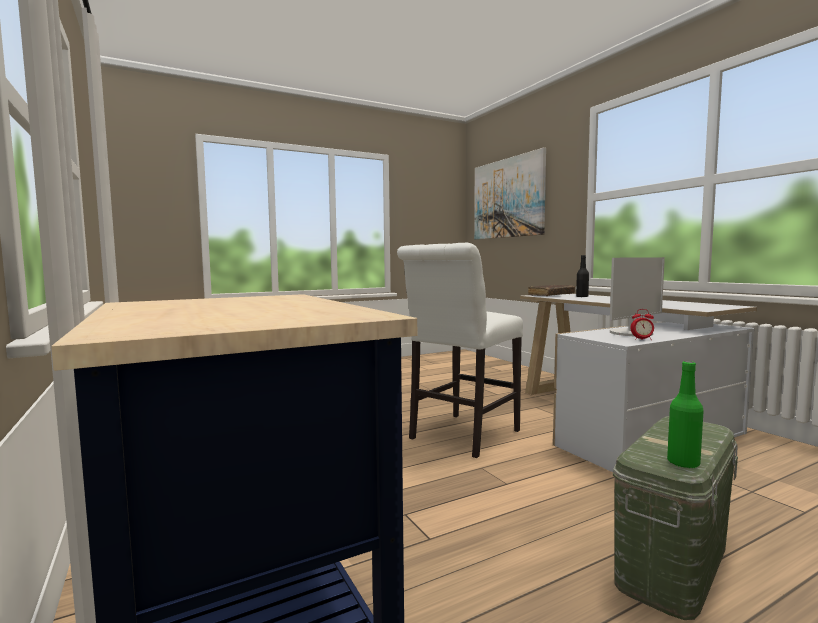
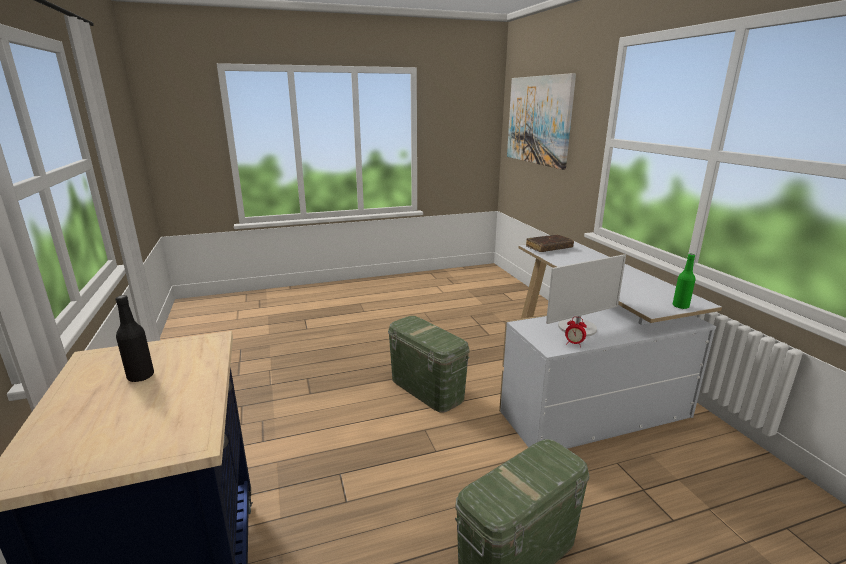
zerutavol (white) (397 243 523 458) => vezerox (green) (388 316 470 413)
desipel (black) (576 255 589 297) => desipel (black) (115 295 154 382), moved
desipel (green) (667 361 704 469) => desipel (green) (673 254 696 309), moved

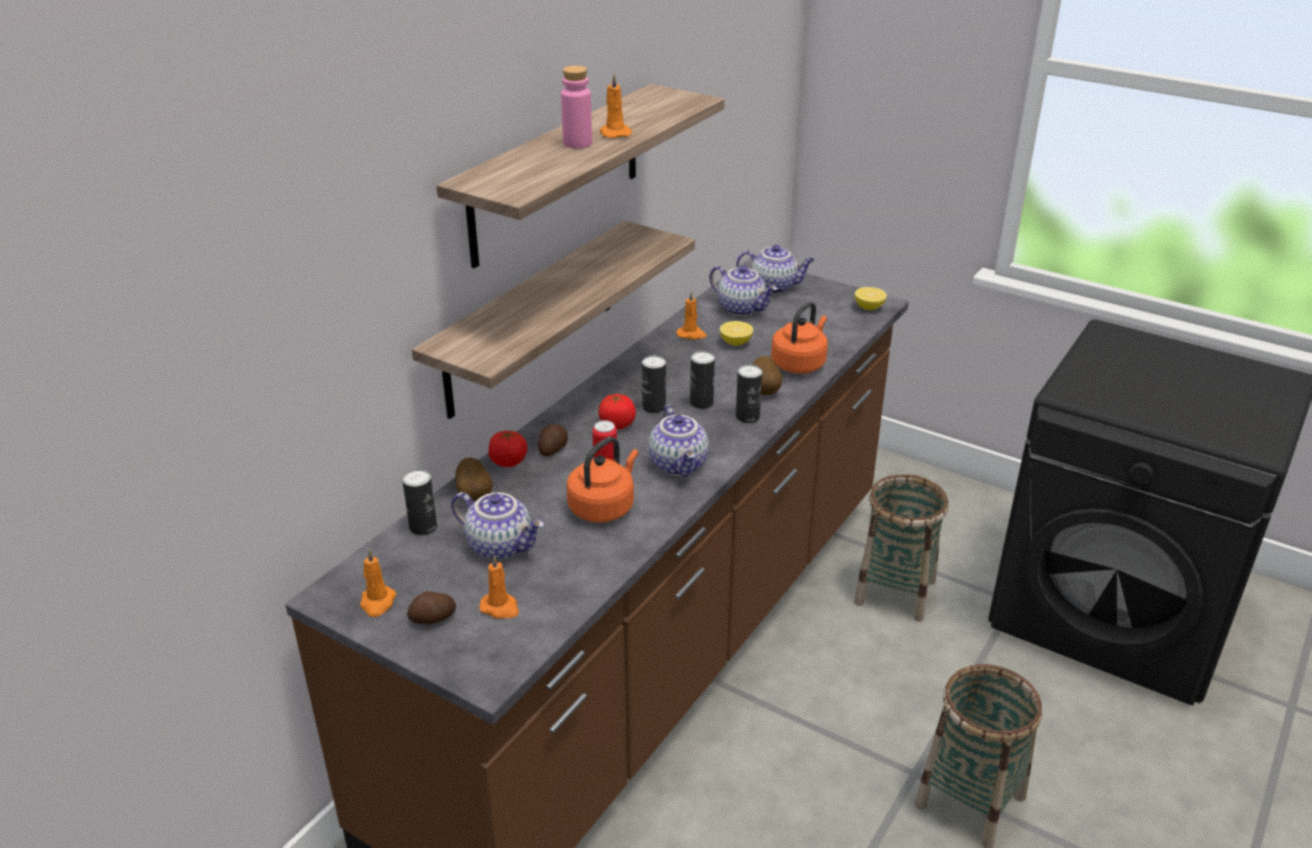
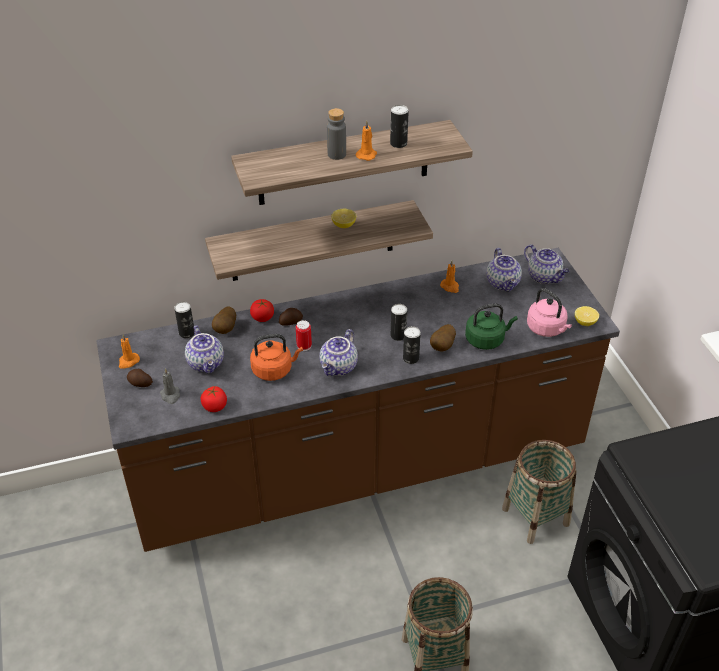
desipel (pink) (561 66 592 149) => desipel (grey) (327 108 346 160)
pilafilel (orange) (771 301 828 374) => pilafilel (green) (465 304 518 350)
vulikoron (720 321 753 346) => vulikoron (331 209 356 228), moved
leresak (642 355 666 413) => leresak (390 105 409 148), moved
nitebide (598 394 636 430) => nitebide (201 386 227 412), moved
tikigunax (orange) (479 555 519 619) => tikigunax (grey) (160 368 180 404)
nothing => pilafilel (pink) (527 288 572 337)

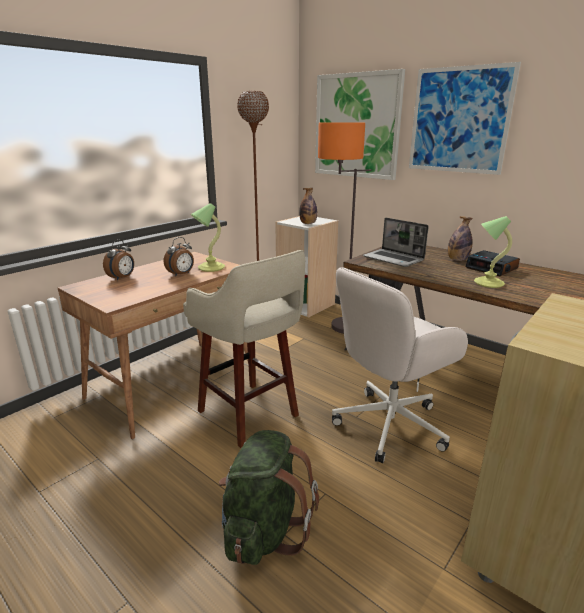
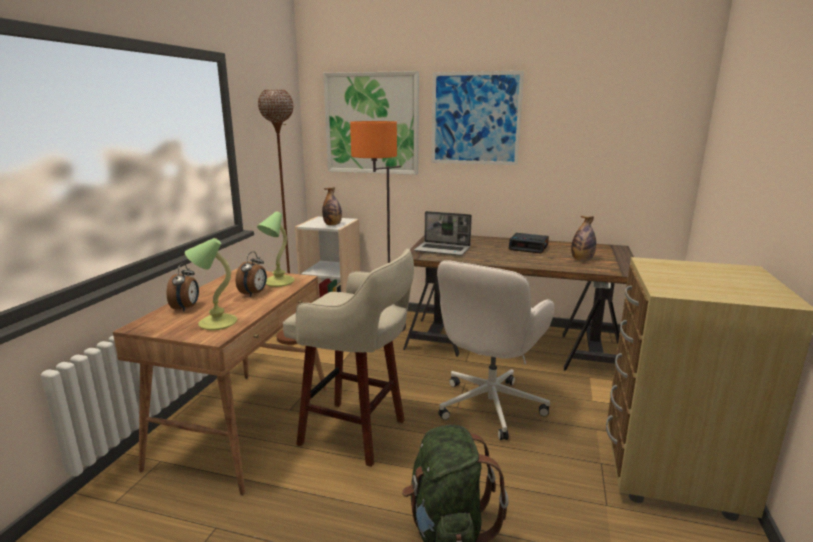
desipel (448 216 473 261) => desipel (571 216 596 261), moved
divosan (474 216 512 288) => divosan (185 238 237 330), moved

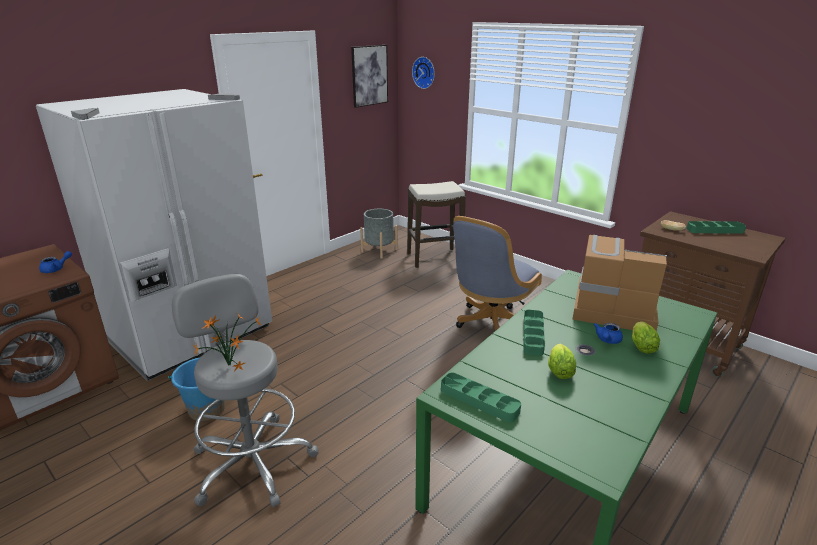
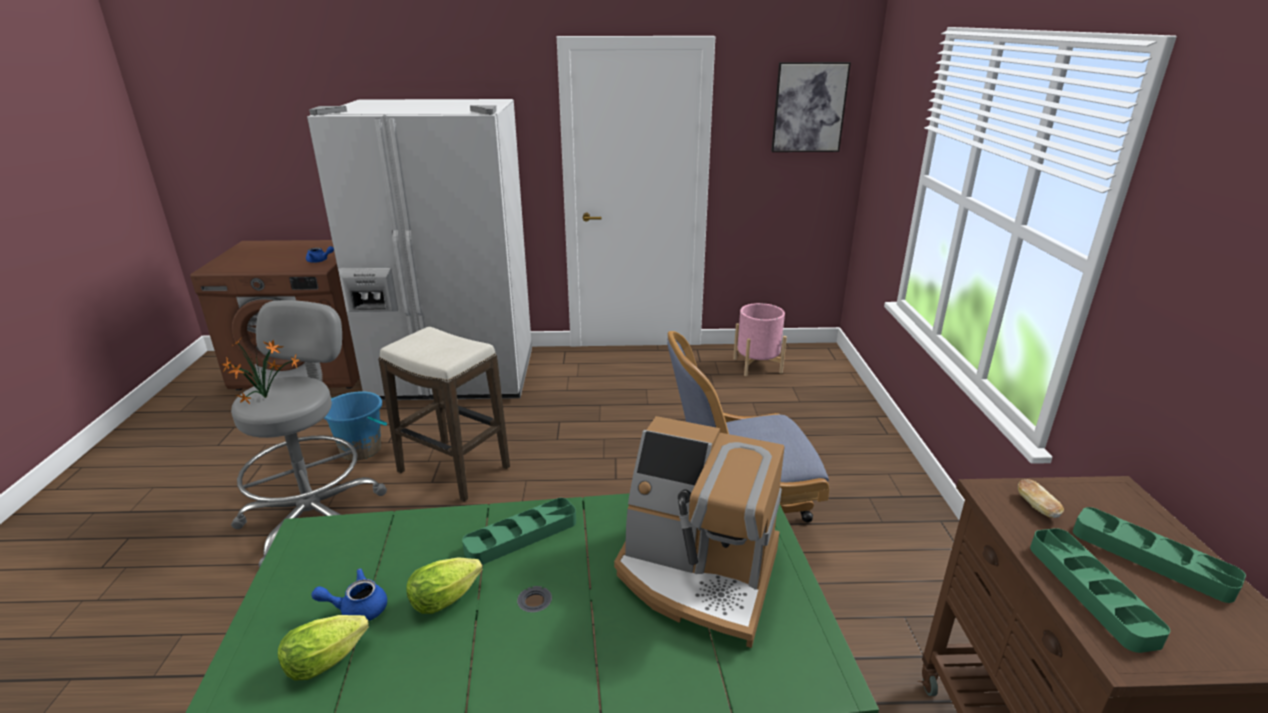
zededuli (412 57 435 89) => nothing
zerutavol (407 181 466 268) => zerutavol (378 327 510 502), moved
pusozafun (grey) (360 209 398 258) => pusozafun (pink) (733 303 787 376)
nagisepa (572 235 667 331) => nagisepa (614 416 784 648), 135 degrees clockwise
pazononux (632 321 660 354) => pazononux (278 615 369 681), moved
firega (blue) (594 323 623 344) => firega (blue) (311 568 387 621), moved
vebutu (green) (441 373 521 422) => vebutu (green) (1030 528 1170 653), moved

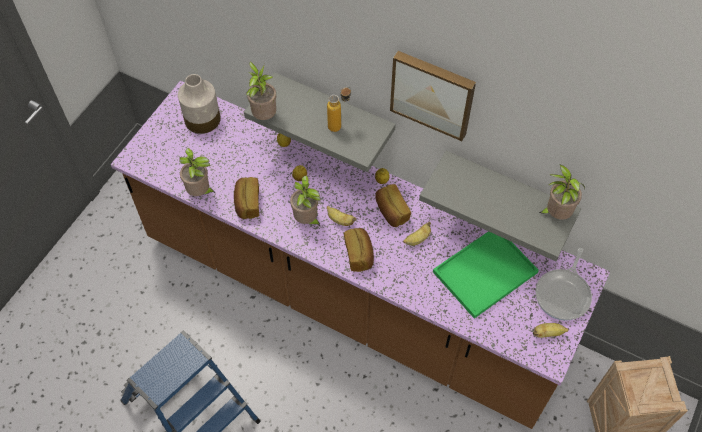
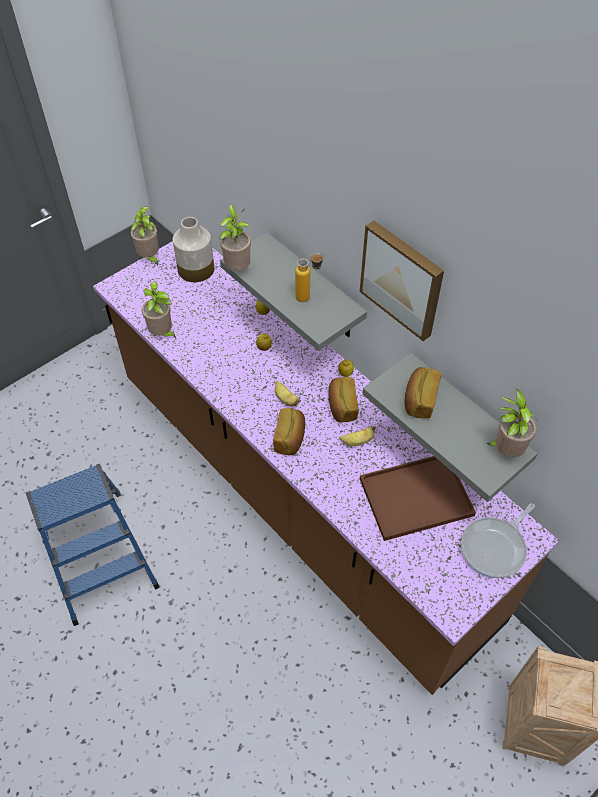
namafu (290 175 321 228) => namafu (131 207 159 266), moved
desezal (234 177 259 219) => desezal (404 367 442 419), moved
vebutu (green) (433 231 539 319) => vebutu (brown) (360 456 476 541)
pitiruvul (533 323 569 338) => nothing

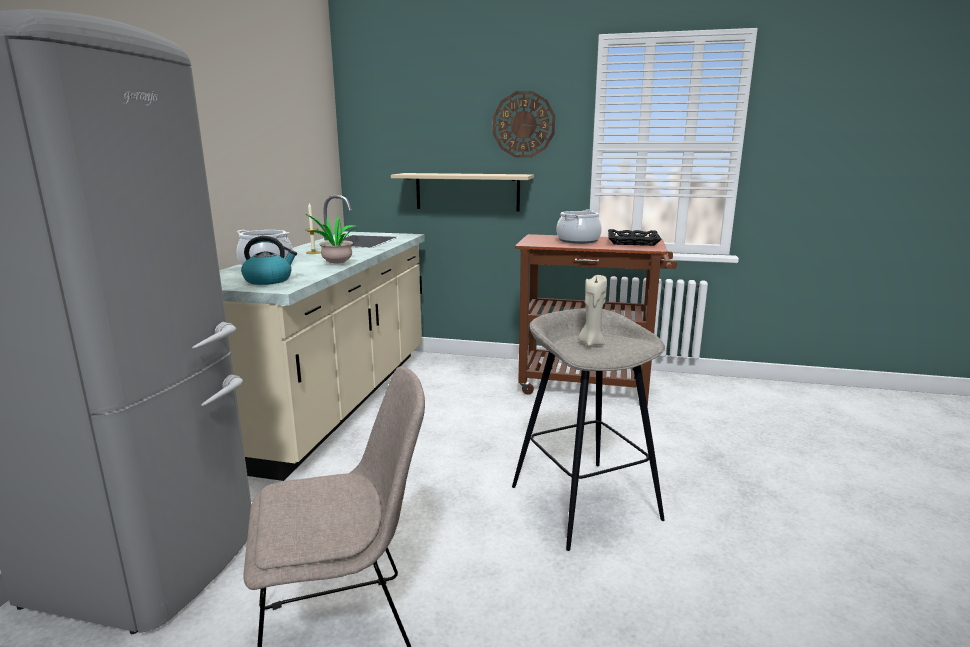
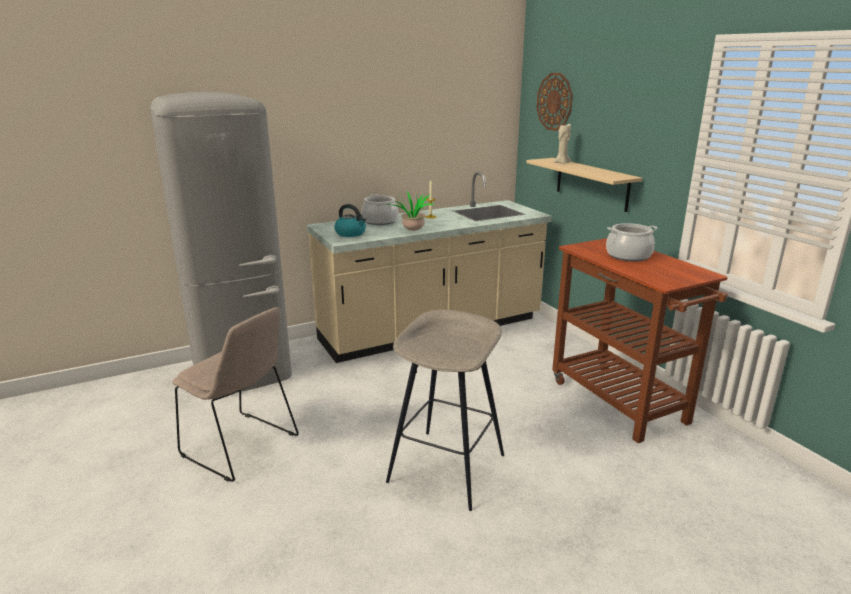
zededuli (493 91 555 158) => zededuli (536 73 573 131), moved
vebutu (black) (608 229 662 246) => nothing
tikigunax (beige) (578 275 607 346) => tikigunax (beige) (554 124 571 164), moved

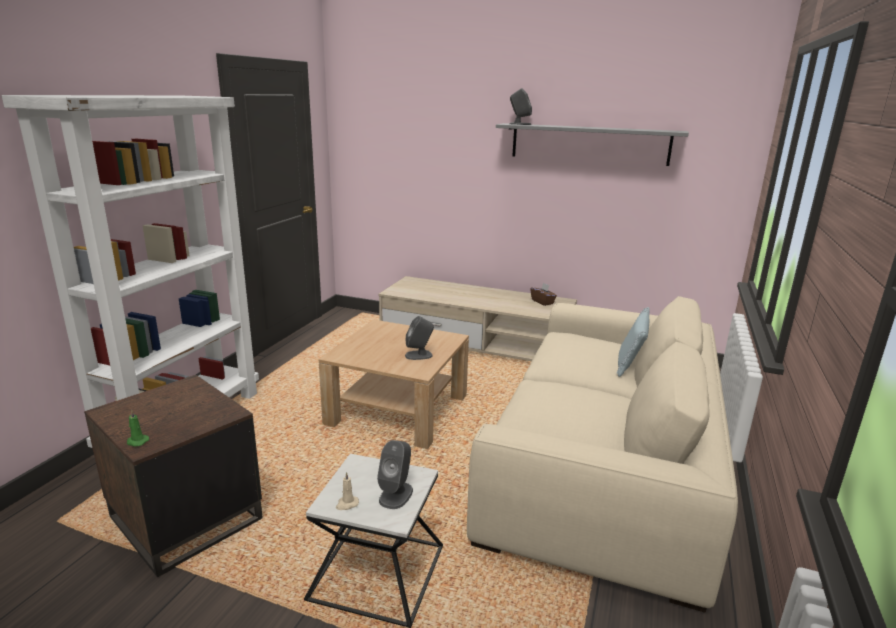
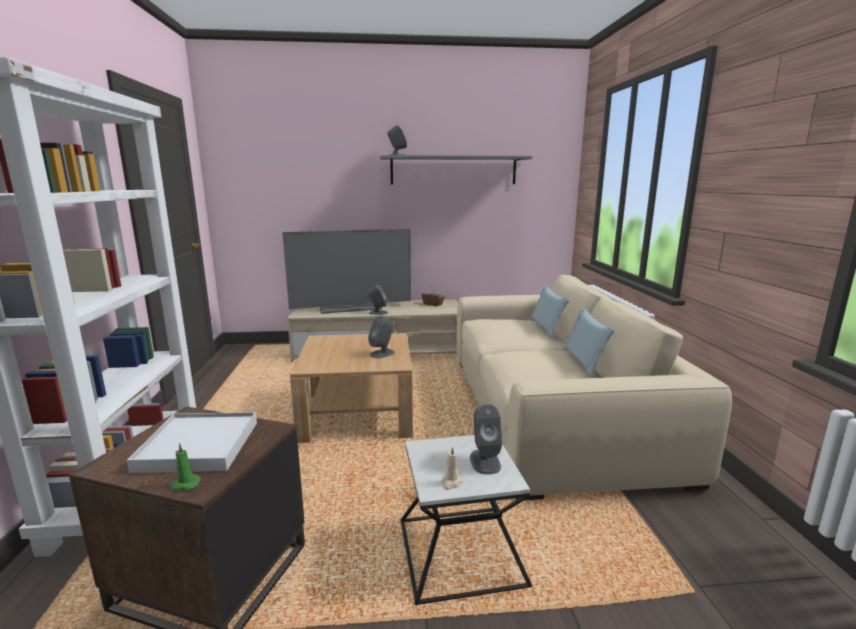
nothing => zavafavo (282 229 411 314)
nothing => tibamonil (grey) (368 285 388 315)
nothing => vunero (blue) (562 307 615 377)
nothing => vebutu (white) (127 412 257 473)

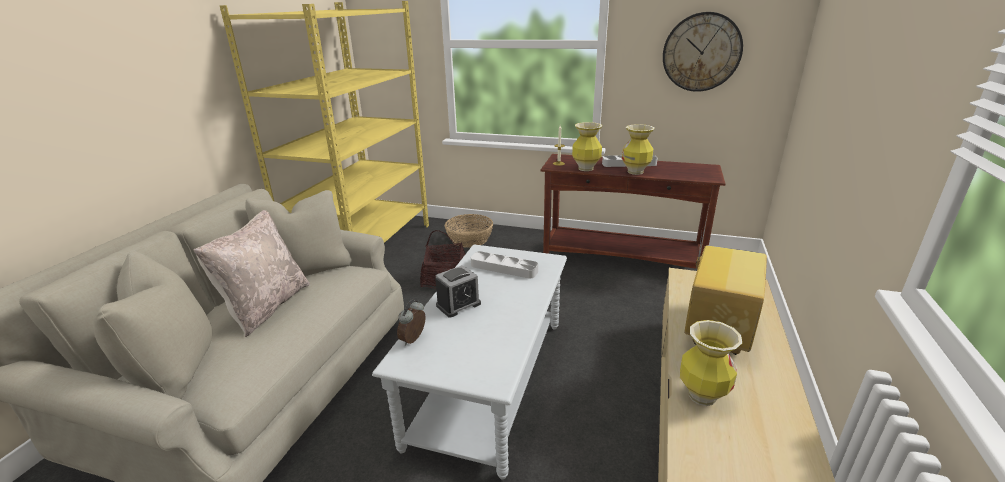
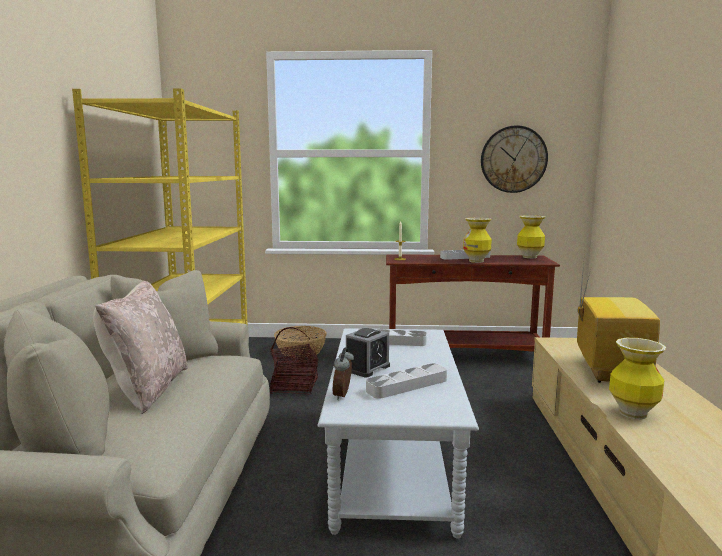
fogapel (572 122 602 171) => fogapel (517 215 545 258), moved
nothing => vebutu (grey) (366 363 447 399)

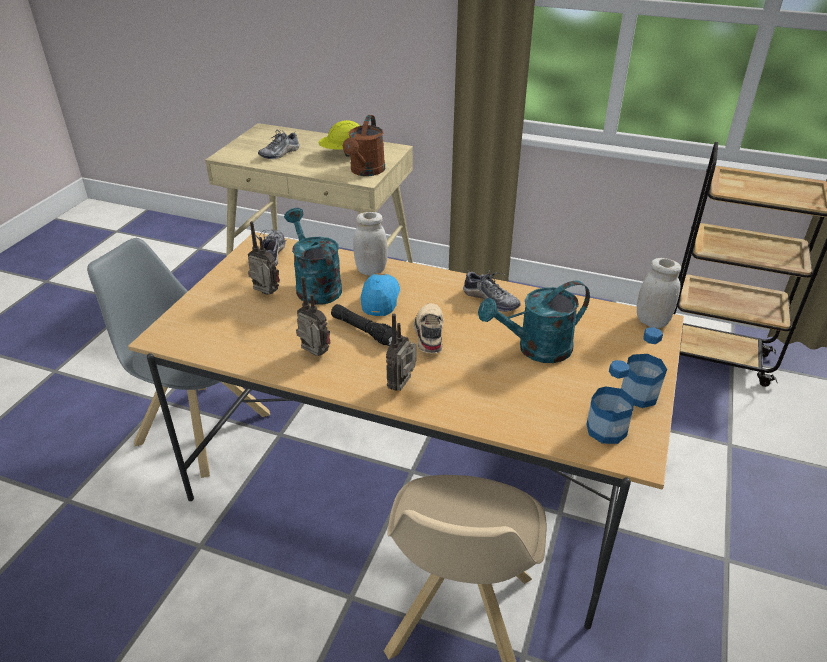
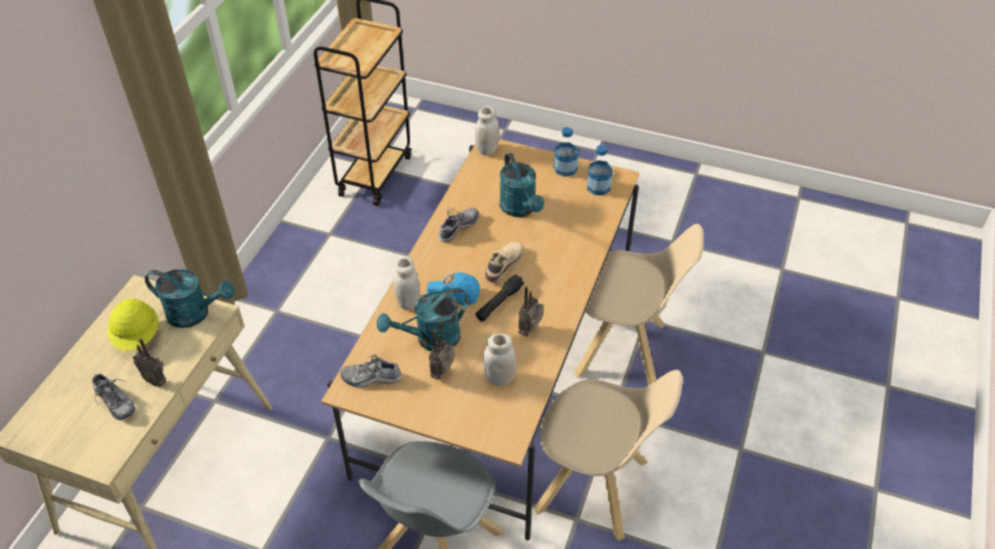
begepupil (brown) (343 115 385 176) => begepupil (turquoise) (145 269 235 328)
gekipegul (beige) (413 303 444 353) => gekipegul (beige) (484 241 523 283), 120 degrees clockwise
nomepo (386 314 416 391) => nomepo (133 338 166 387), moved
nothing => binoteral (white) (483 334 516 385)
nothing => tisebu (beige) (534 370 683 541)

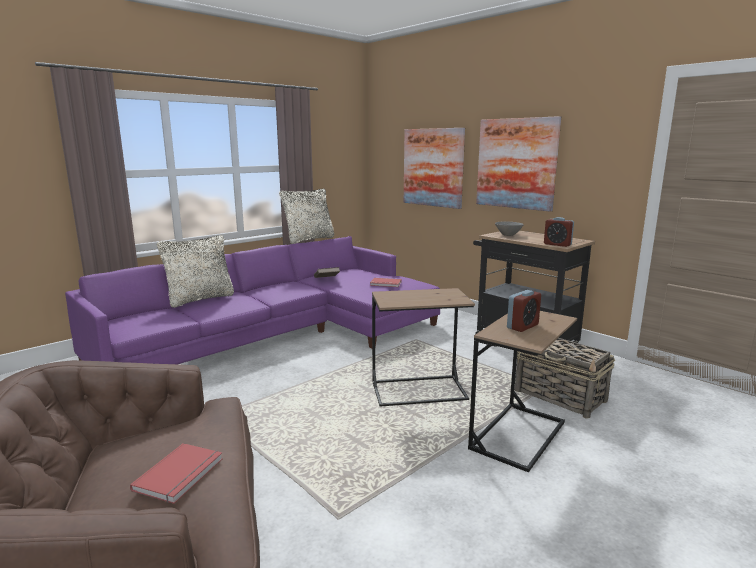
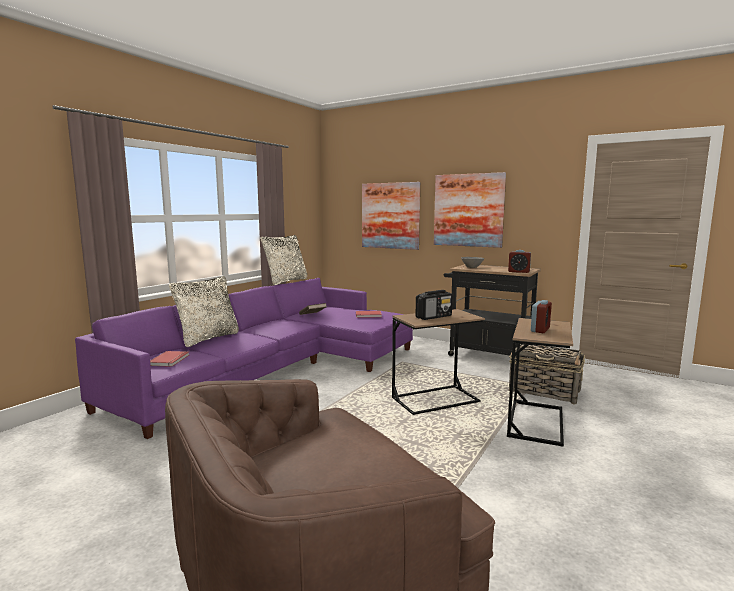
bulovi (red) (130 443 223 504) => bulovi (red) (150 351 189 367), moved
nothing => nomepo (415 290 452 320)

